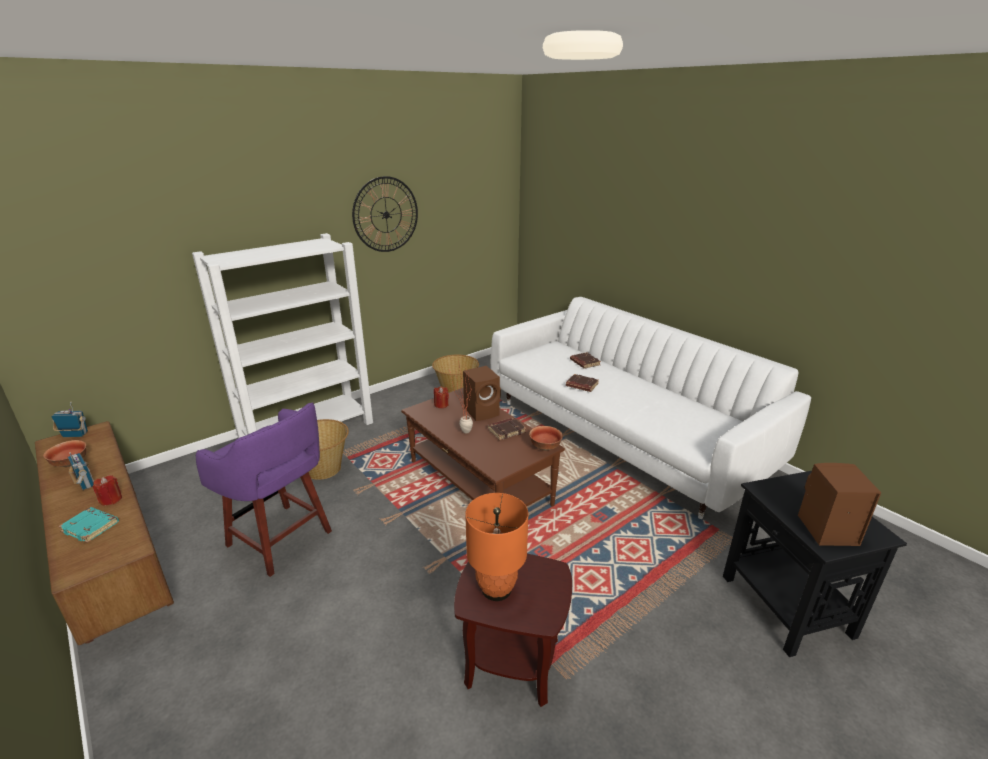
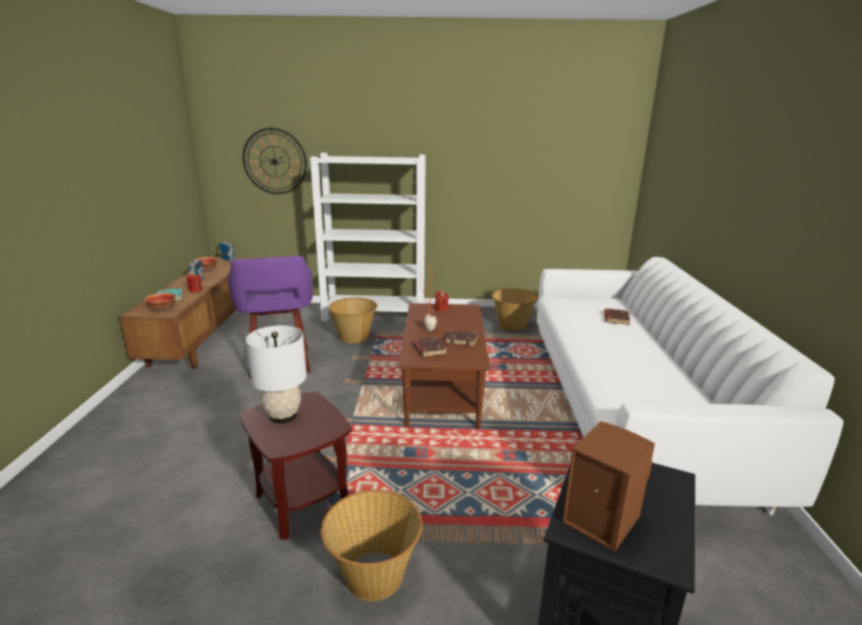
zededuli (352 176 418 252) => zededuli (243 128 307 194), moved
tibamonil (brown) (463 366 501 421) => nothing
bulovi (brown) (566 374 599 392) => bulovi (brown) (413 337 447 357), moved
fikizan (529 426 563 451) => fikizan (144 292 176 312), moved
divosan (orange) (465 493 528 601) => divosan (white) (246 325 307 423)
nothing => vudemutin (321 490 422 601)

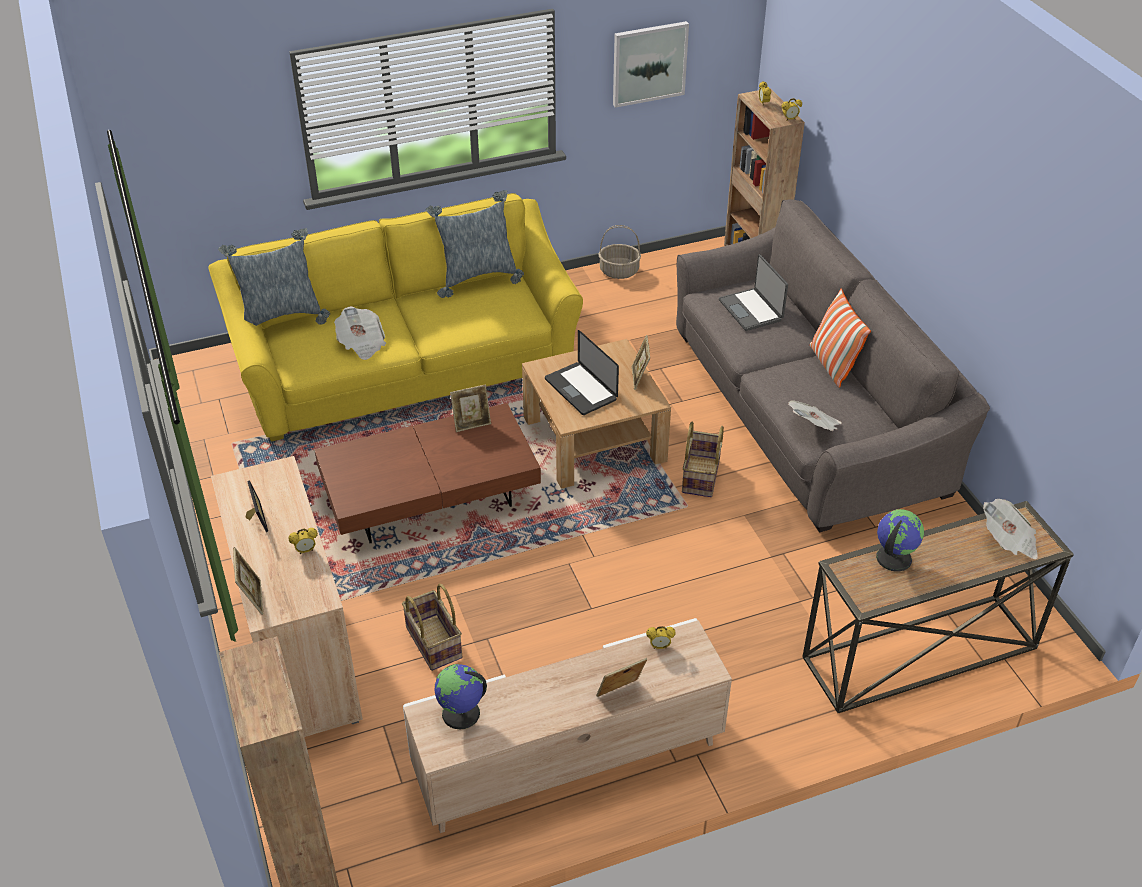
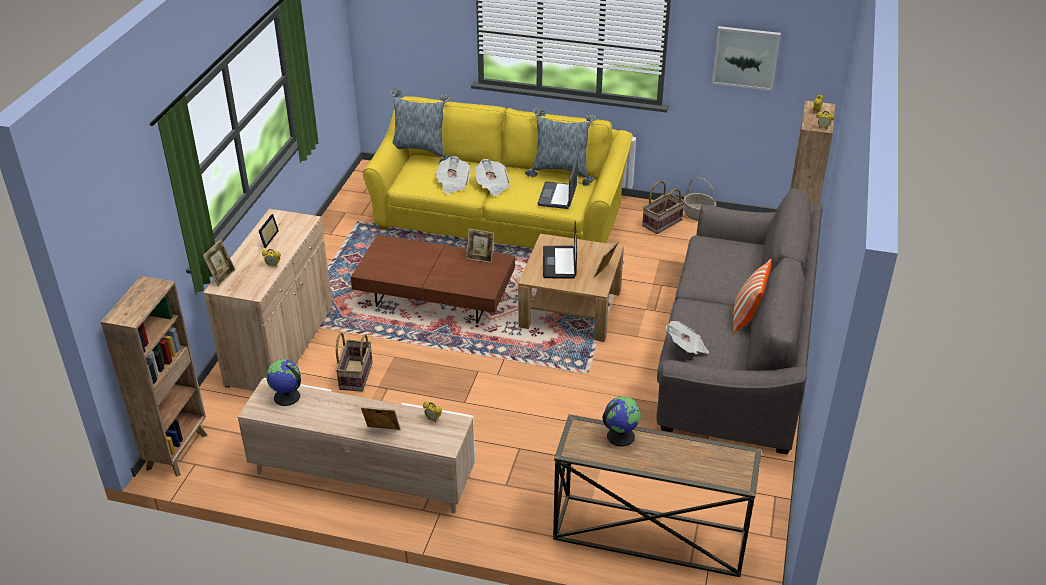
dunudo (719 254 788 331) => dunudo (537 158 578 209), moved
vudemutin (682 421 724 497) => vudemutin (642 181 685 234), moved
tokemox (983 499 1038 559) => tokemox (475 159 510 196), moved

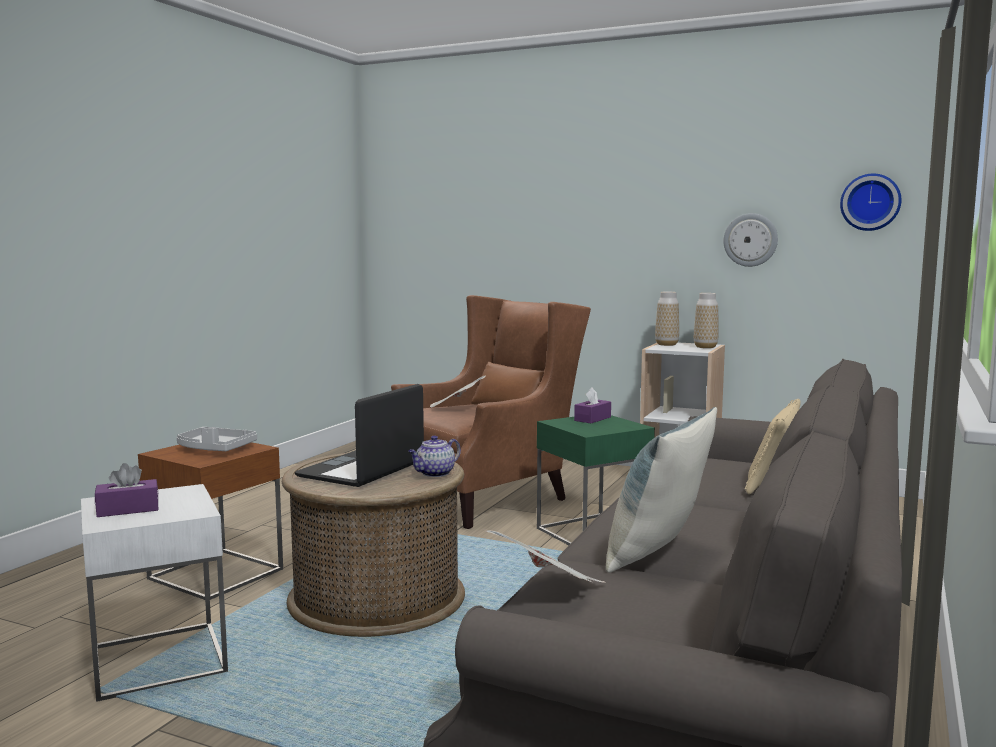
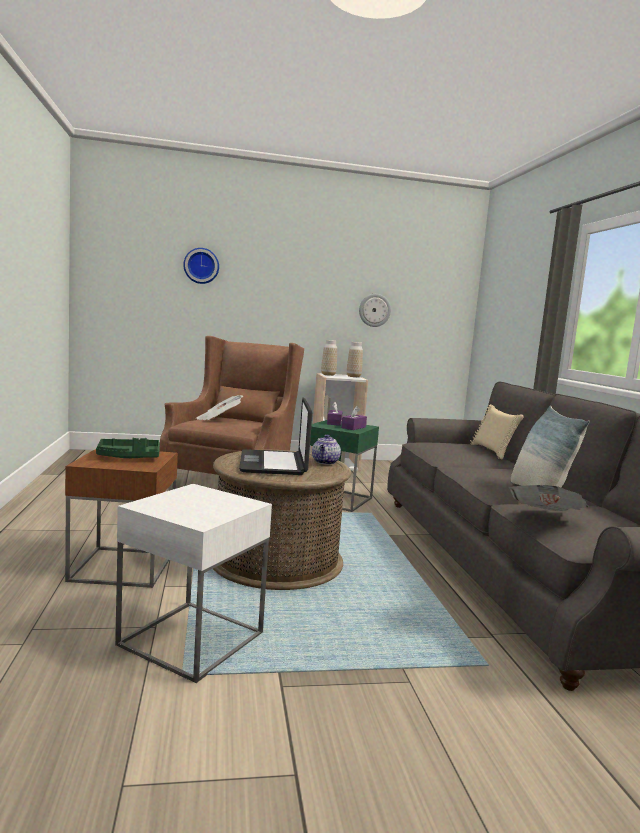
zededuli (840 173 902 231) => zededuli (183 248 219 284), moved
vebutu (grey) (177 427 257 451) => vebutu (green) (96 438 160 458)
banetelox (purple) (95 463 159 517) => banetelox (purple) (341 406 367 430), moved

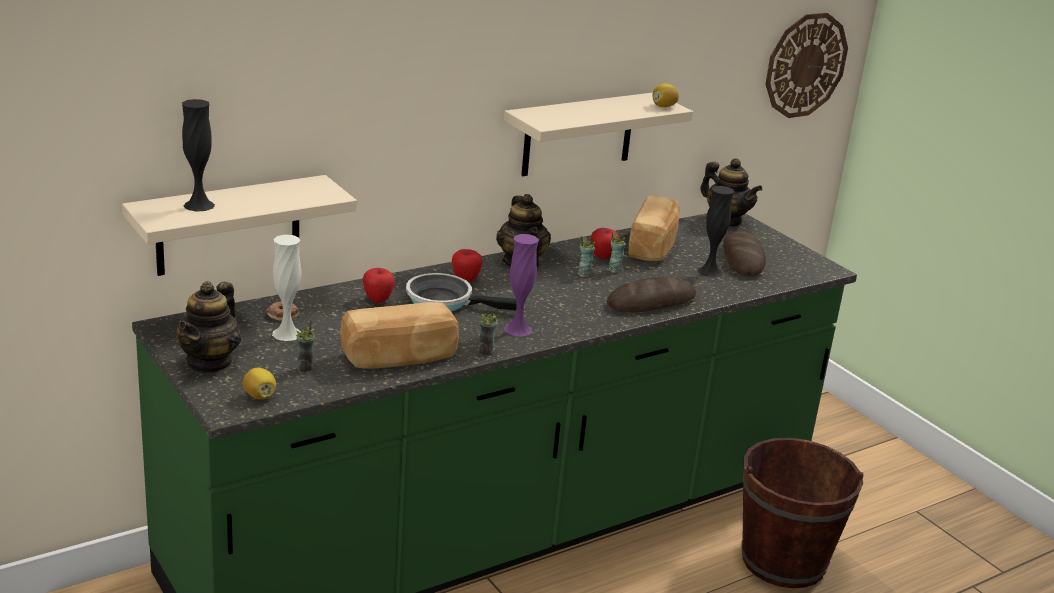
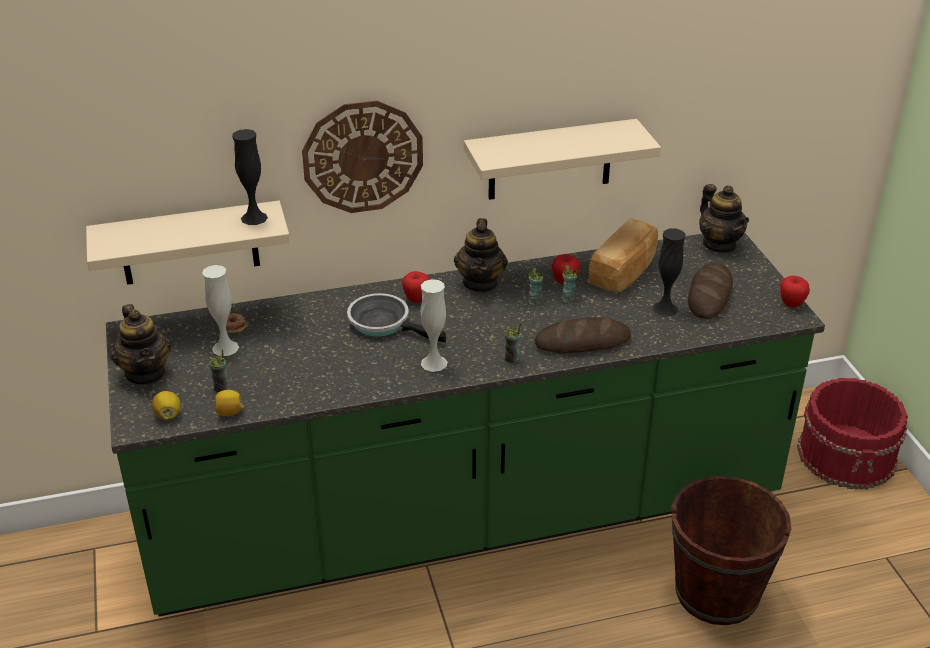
zededuli (765 13 848 118) => zededuli (302 100 423 213), moved
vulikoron (653 83 679 107) => vulikoron (215 390 243 416), moved
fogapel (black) (182 99 215 212) => fogapel (black) (232 129 268 225), moved
fogapel (purple) (504 234 539 337) => fogapel (white) (421 279 448 372)
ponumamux (363 268 395 303) => ponumamux (780 275 810 308), moved
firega (176 281 241 373) => firega (111 304 171 385), 60 degrees counterclockwise
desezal (340 302 459 369) => nothing
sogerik (479 308 497 356) => sogerik (505 323 521 363), moved
nothing => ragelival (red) (797 378 908 489)

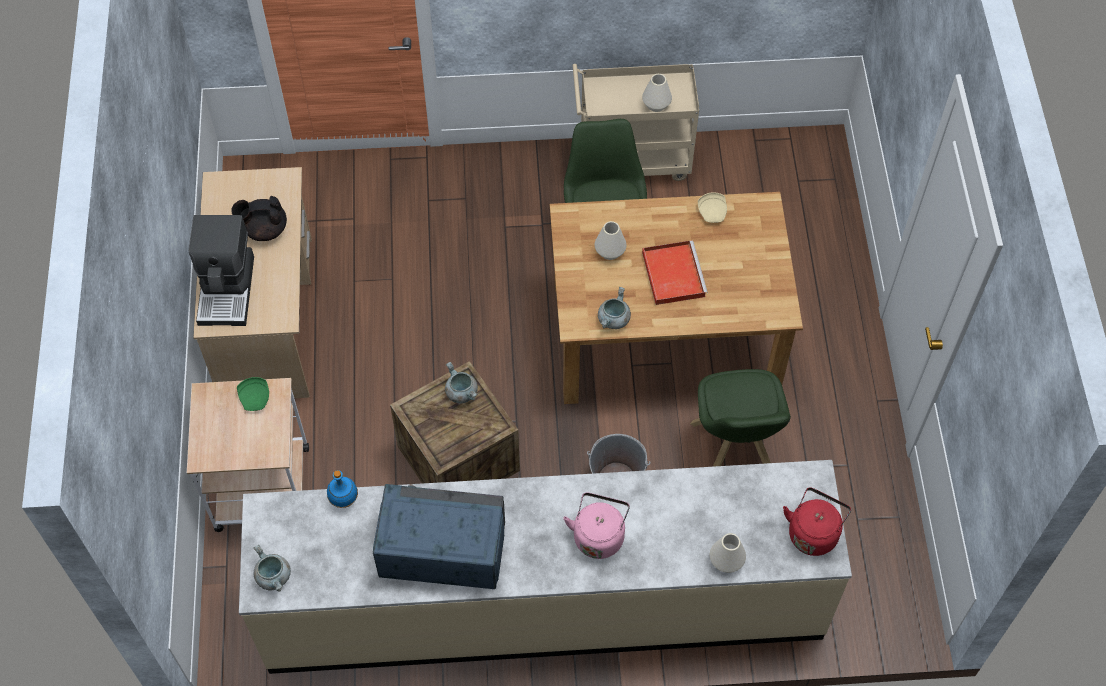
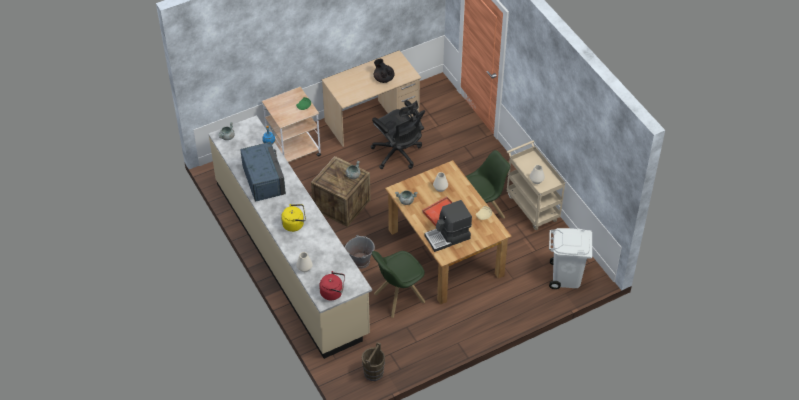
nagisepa (188 215 254 326) => nagisepa (424 200 472 252), moved
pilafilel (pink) (563 493 630 559) => pilafilel (yellow) (281 204 306 232)
nothing => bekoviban (370 100 425 169)
nothing => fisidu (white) (549 228 592 289)
nothing => ragelival (brown) (362 342 385 381)

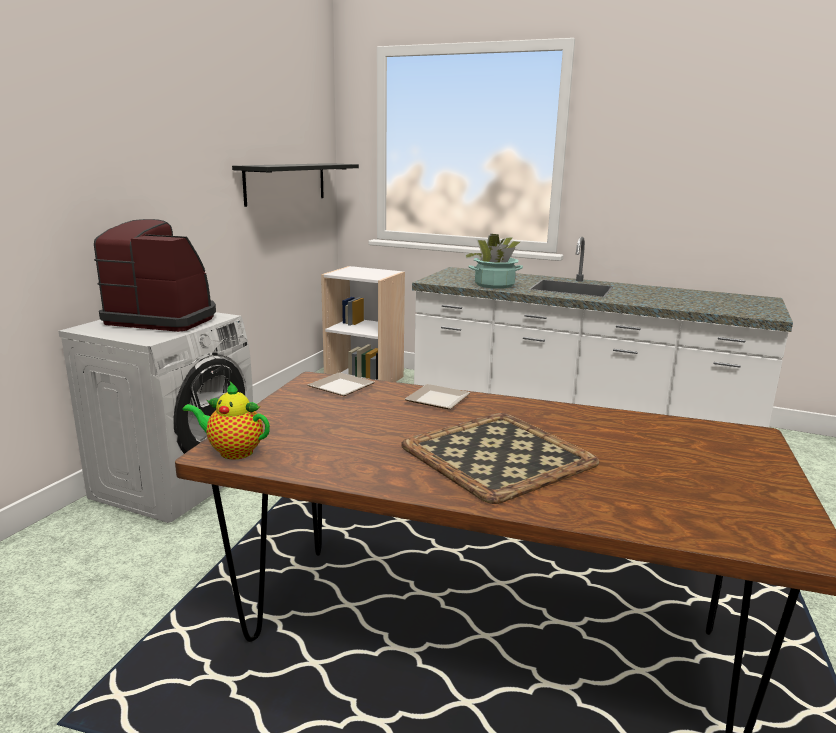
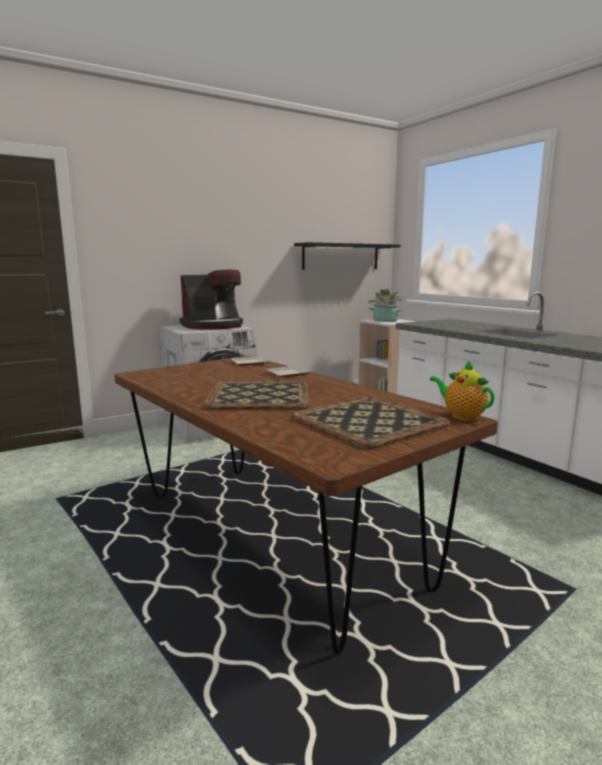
nagisepa (94 219 216 332) => nagisepa (179 270 243 329), 105 degrees clockwise
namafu (465 234 523 289) => namafu (368 289 403 322), moved
firega (182 382 270 459) => firega (430 360 495 421), moved
nothing => vebutu (291 397 450 449)

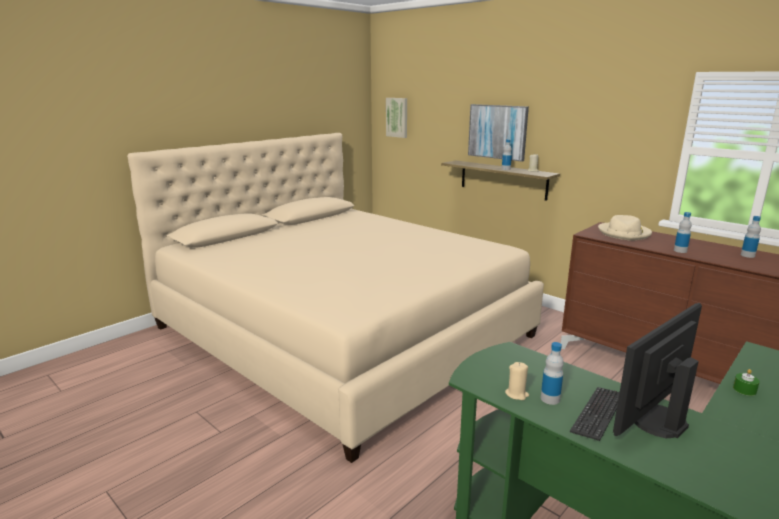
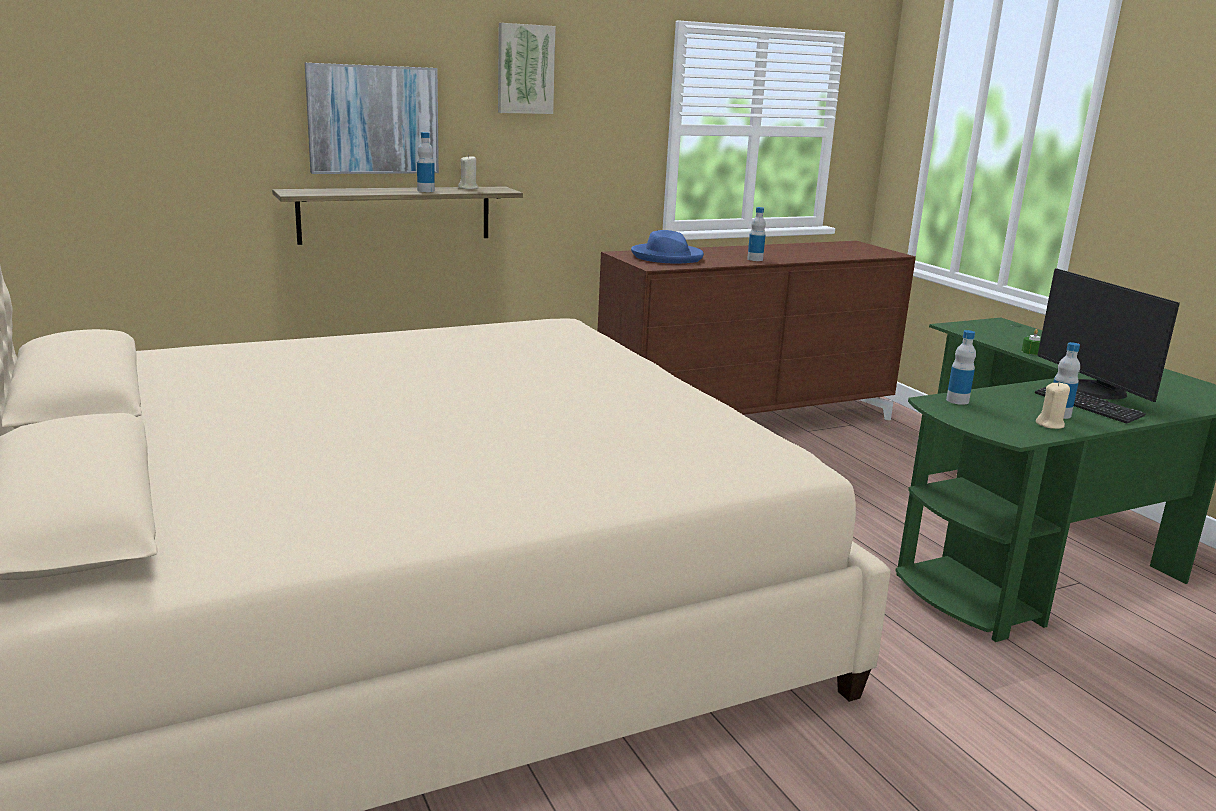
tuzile (386 98 407 138) => tuzile (498 23 556 114), moved
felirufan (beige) (598 215 652 241) => felirufan (blue) (631 230 704 263)
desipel (741 216 761 258) => desipel (946 330 976 405), moved

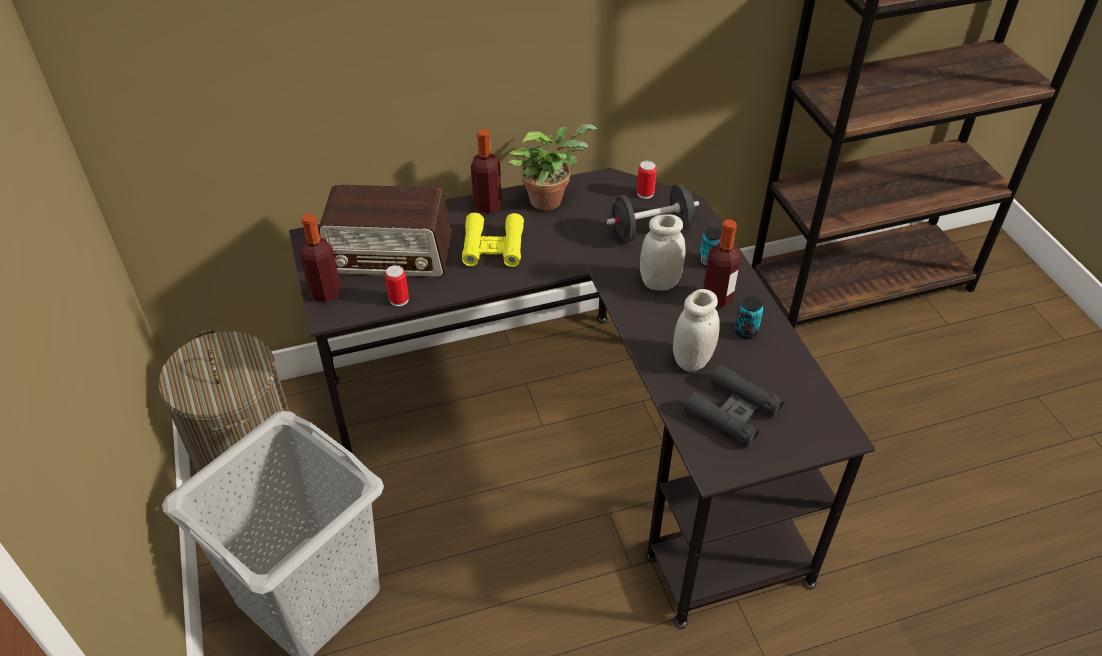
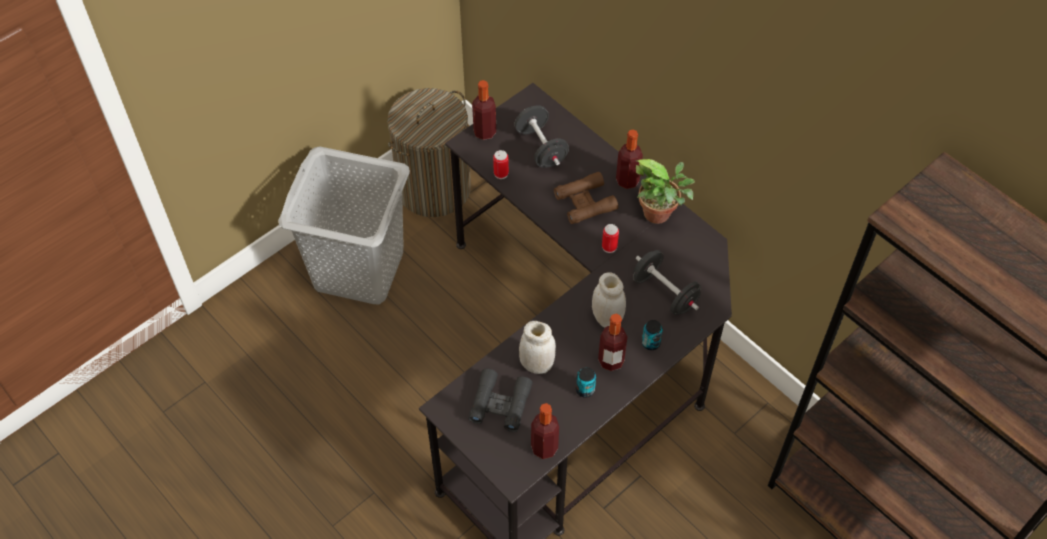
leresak (637 161 657 199) => leresak (602 224 619 253), moved
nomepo (318 184 452 277) => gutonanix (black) (514 105 569 168)
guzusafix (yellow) (462 213 524 267) => guzusafix (brown) (554 172 618 224)
nothing => desipel (531 403 559 459)

